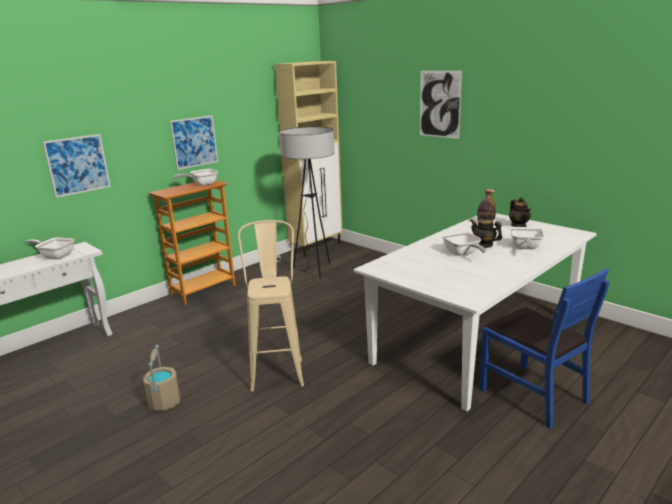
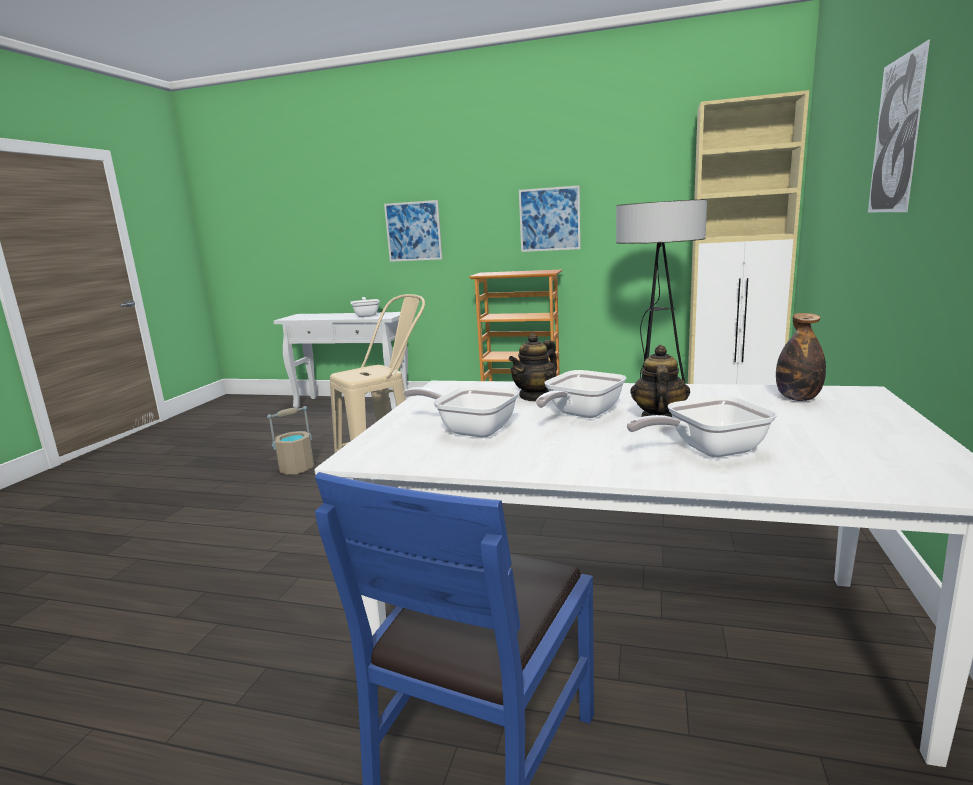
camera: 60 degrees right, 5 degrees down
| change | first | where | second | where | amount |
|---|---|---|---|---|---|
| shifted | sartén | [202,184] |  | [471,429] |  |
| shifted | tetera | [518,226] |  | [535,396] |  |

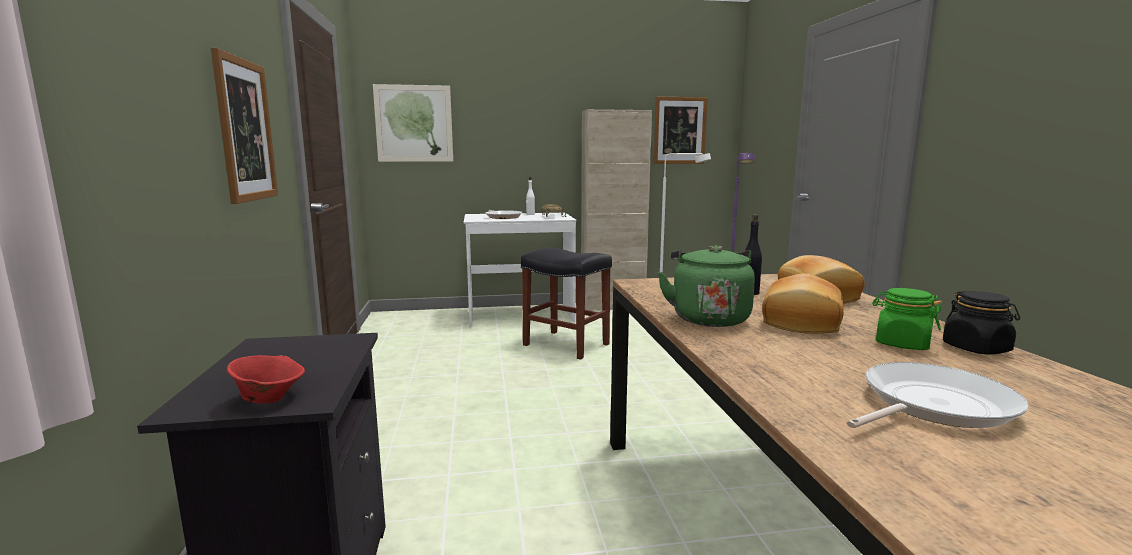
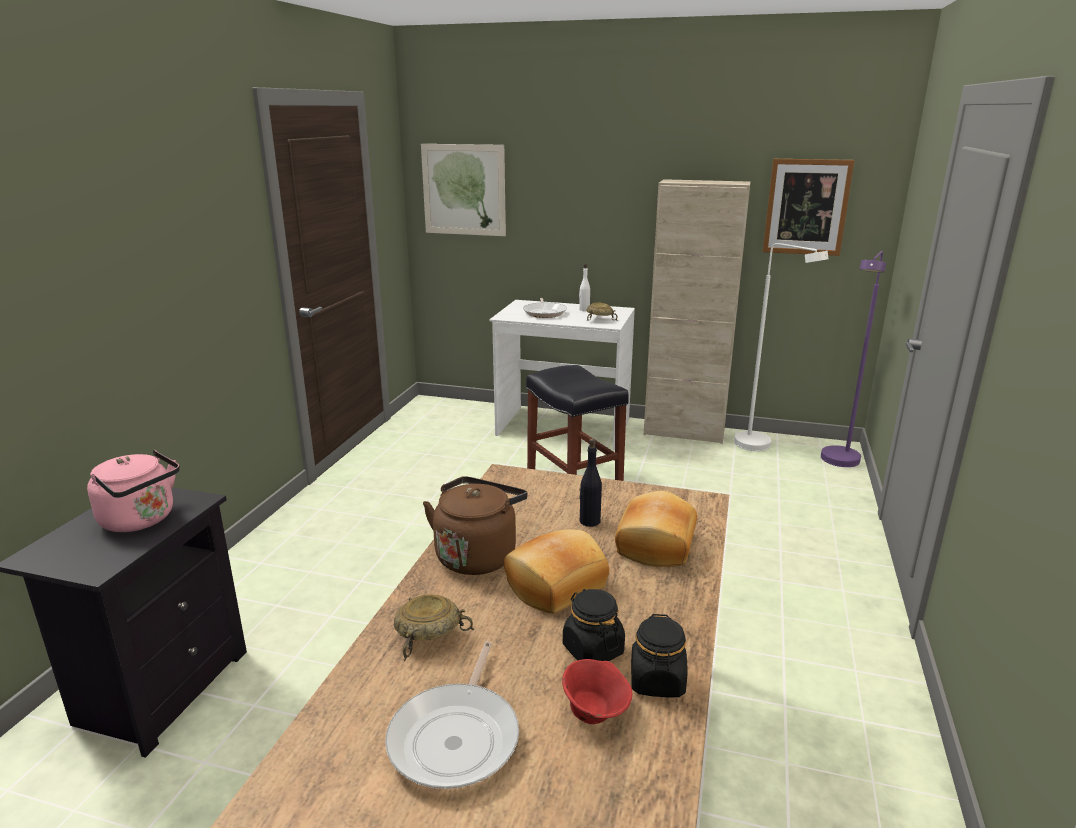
camera: 25 degrees right, 10 degrees up
| change | first | where | second | where | amount |
|---|---|---|---|---|---|
| gone | cuadro | [245,130] |  |  |  |
| repainted | hervidor/verde | [708,318] | hervidor/marrón | [477,555] |  |
| repainted | tarro/verde | [901,344] | tarro/negro | [592,649] |  |
| shifted | cuenco/rojo | [269,399] |  | [595,712] |  |
| rotated | sartén | [932,405] |  | [457,737] | 105 degrees clockwise |
| new |  |  | hervidor/rosa | [142,520] |  |
| new |  |  | cuenco/beis | [429,637] |  |

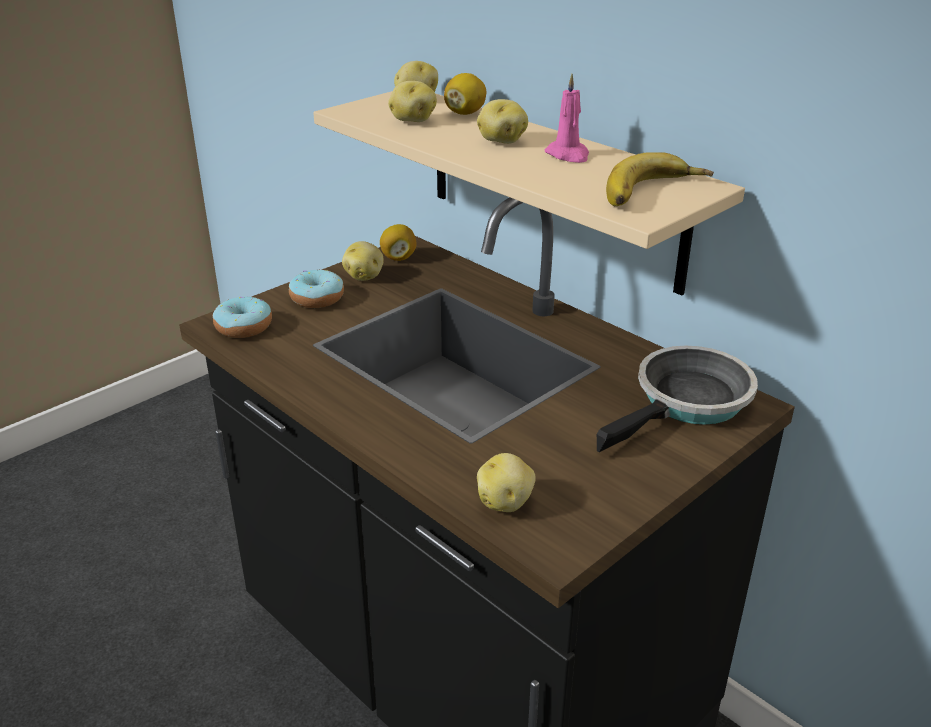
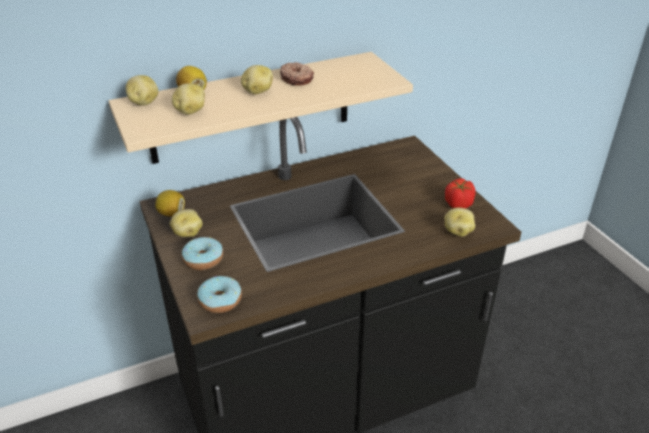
camera: 70 degrees left, 5 degrees up
| change | first | where | second | where | amount |
|---|---|---|---|---|---|
| swapped | vela/rosa | [568,155] | rosquilla | [297,79] |  |
| gone | plátano | [655,193] |  |  |  |
| gone | sartén | [687,402] |  |  |  |
| new |  |  | tomate | [458,204] |  |

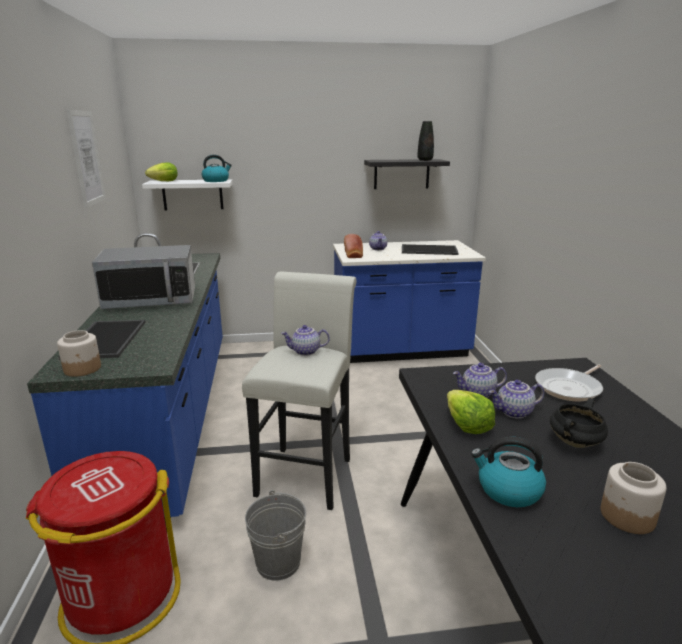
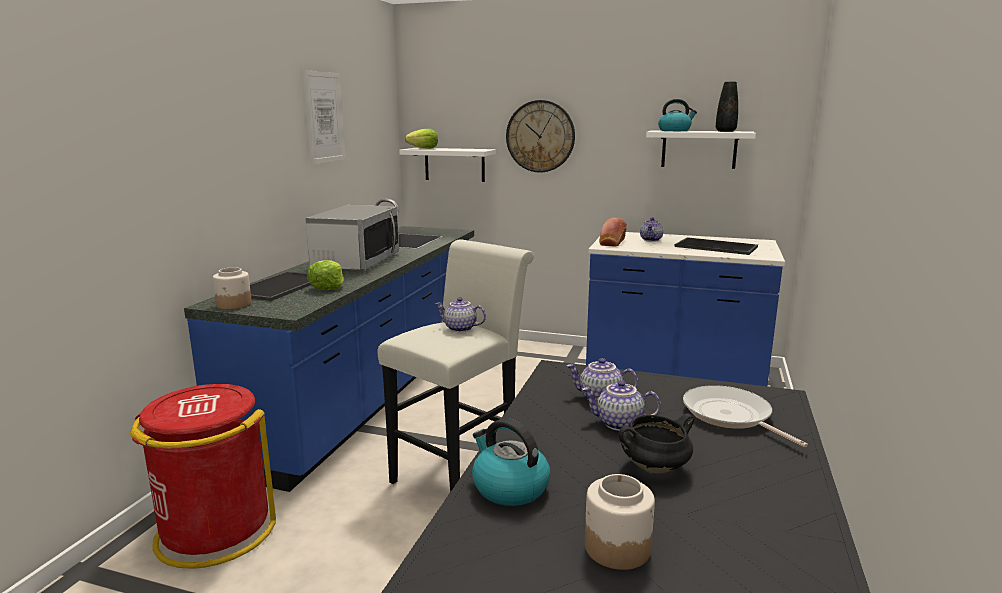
camera: 25 degrees right, 5 degrees down
| change | first | where | second | where | amount |
|---|---|---|---|---|---|
| shifted | hervidor | [216,181] |  | [675,130] |  |
| repainted | estante/negro | [401,174] | estante/blanco | [699,149] |  |
| rotated | microondas | [151,300] |  | [356,262] | 90 degrees counterclockwise |
| rotated | sartén | [570,388] |  | [730,416] | 75 degrees clockwise |
| shifted | lechuga | [467,425] |  | [327,287] |  |
| gone | cubo/gris | [278,562] |  |  |  |
| new |  |  | reloj de pared | [540,136] |  |

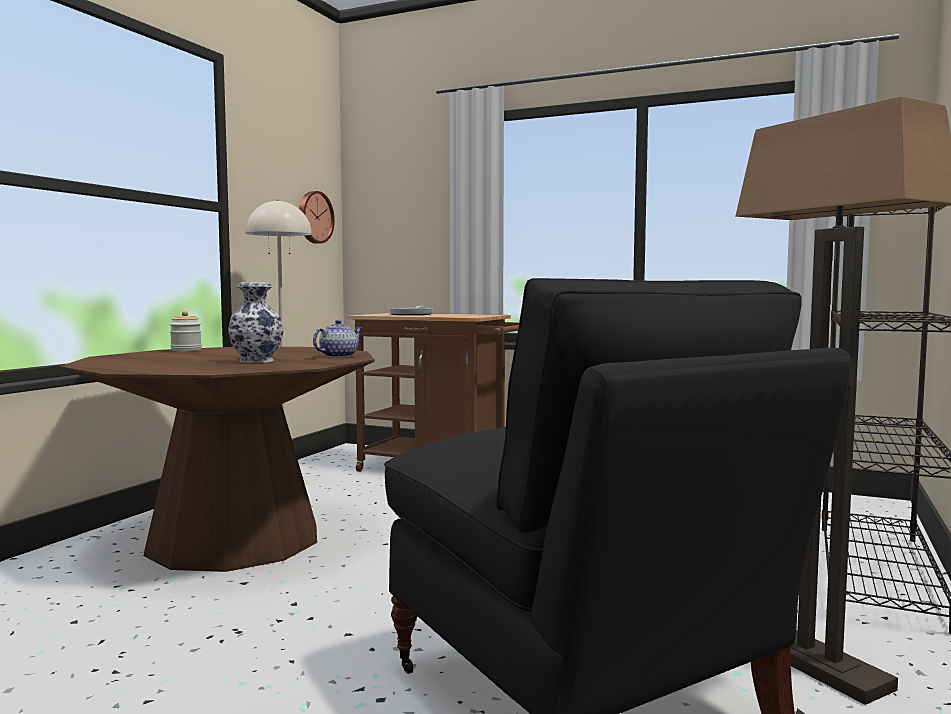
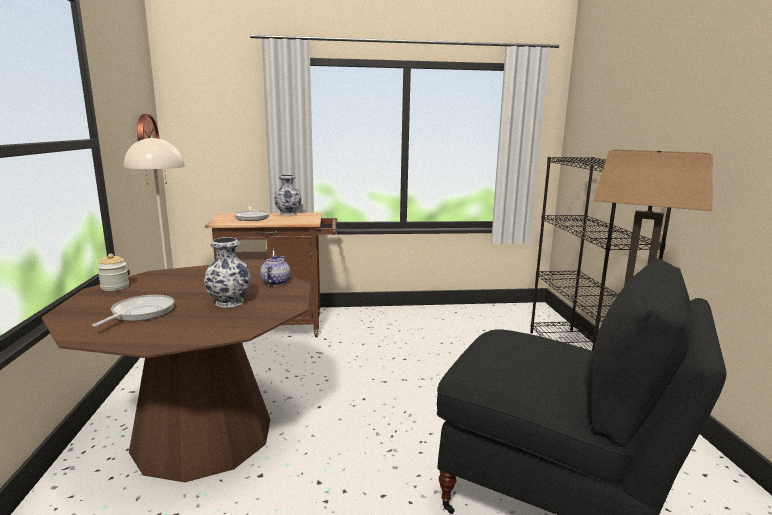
camera: 30 degrees left, 10 degrees up
| change | first | where | second | where | amount |
|---|---|---|---|---|---|
| new |  |  | florero | [288,214] |  |
| new |  |  | sartén | [140,313] |  |

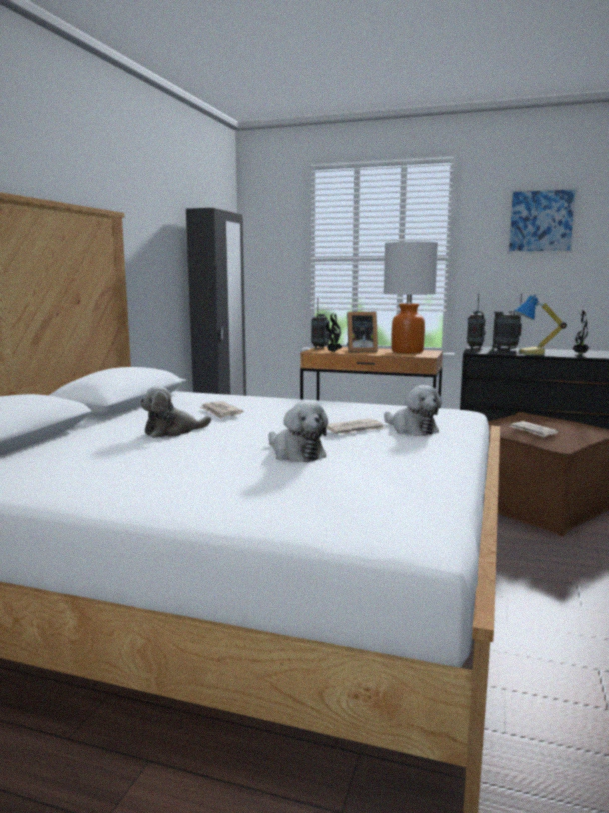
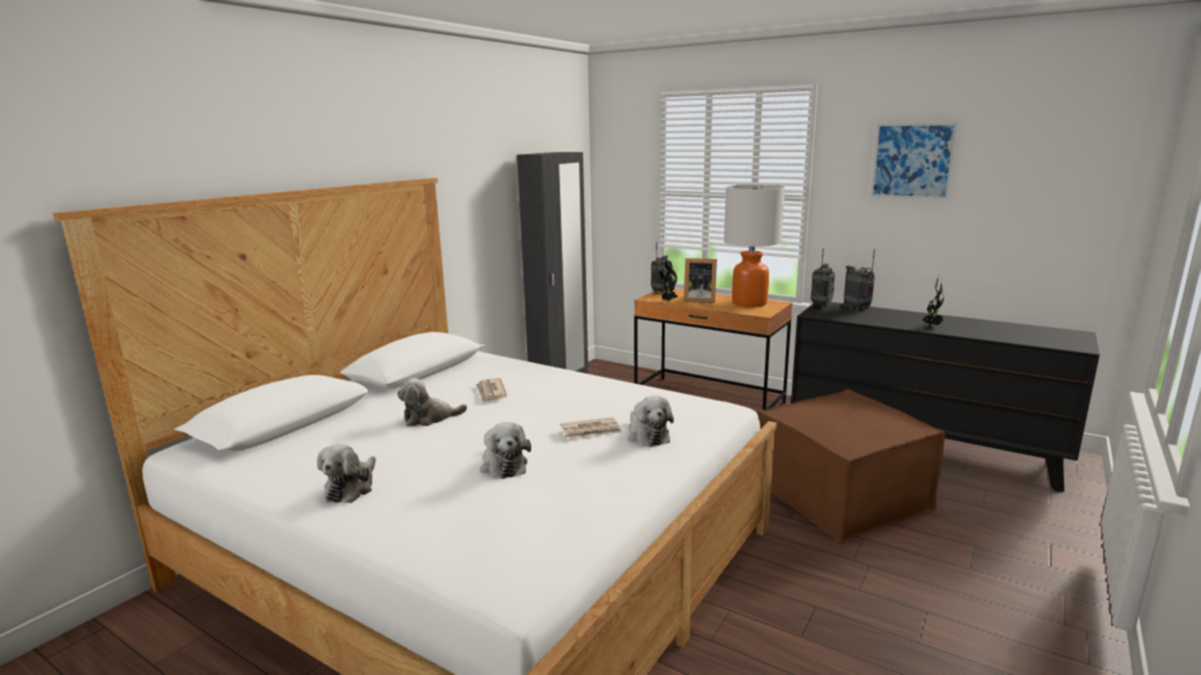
camera: 15 degrees right, 5 degrees up
| change | first | where | second | where | amount |
|---|---|---|---|---|---|
| gone | lámpara de mesa | [532,353] |  |  |  |
| gone | periódico | [533,431] |  |  |  |
| new |  |  | peluche | [351,487] |  |

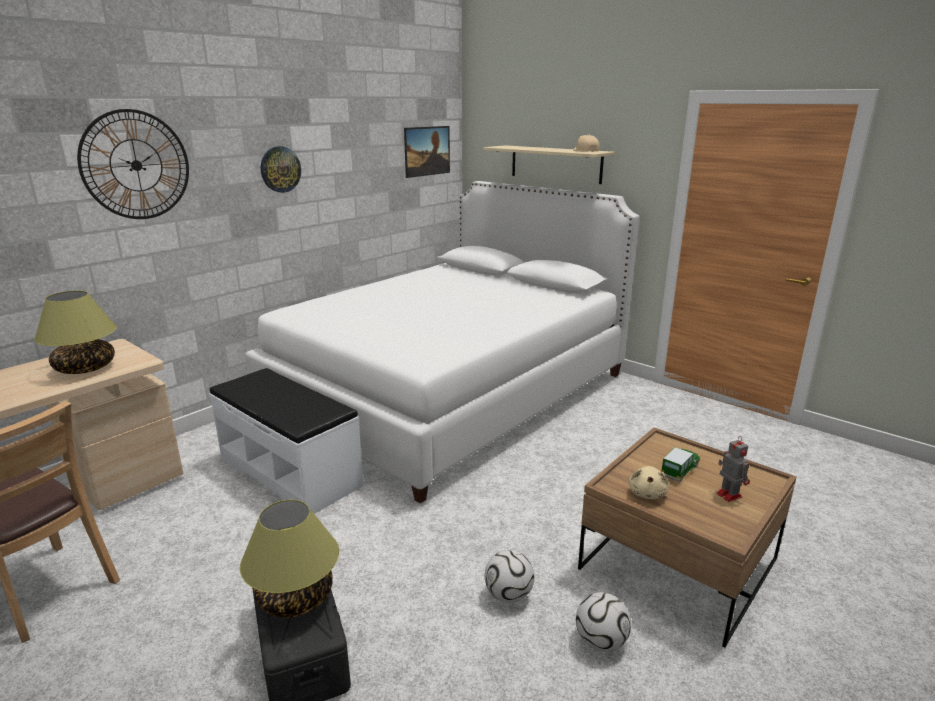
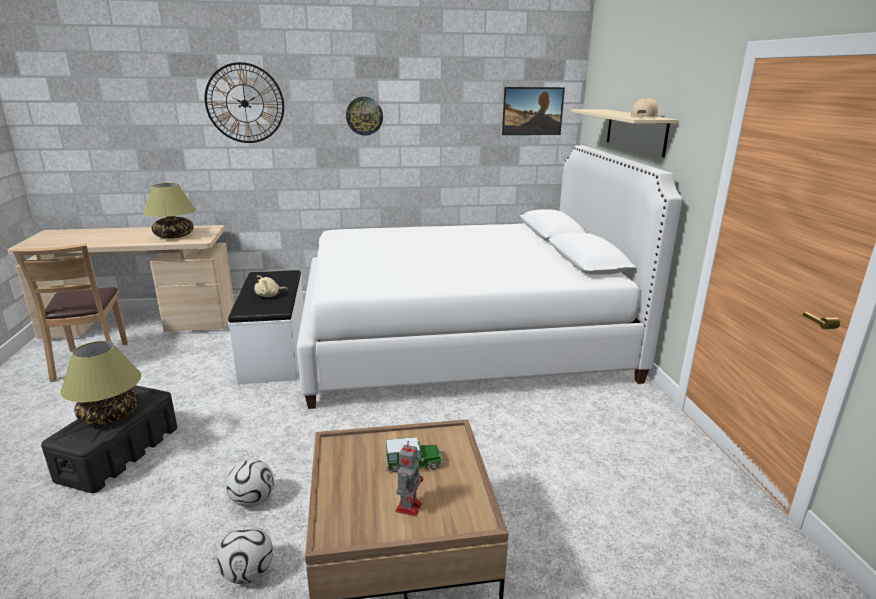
camera: 40 degrees right, 0 degrees up
| change | first | where | second | where | amount |
|---|---|---|---|---|---|
| shifted | peluche/beis | [647,493] |  | [269,295] |  |

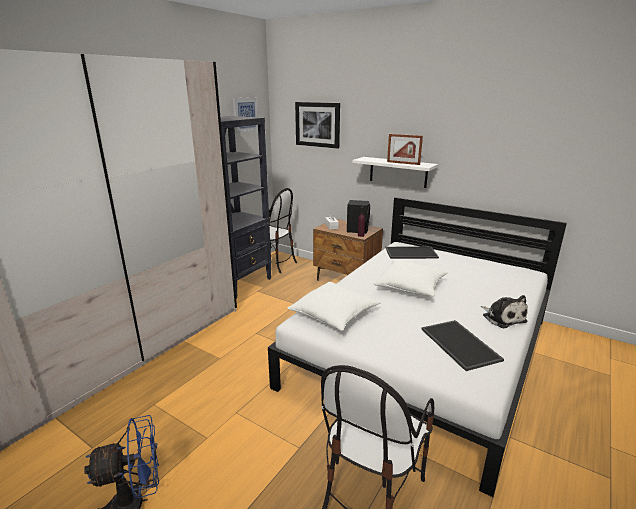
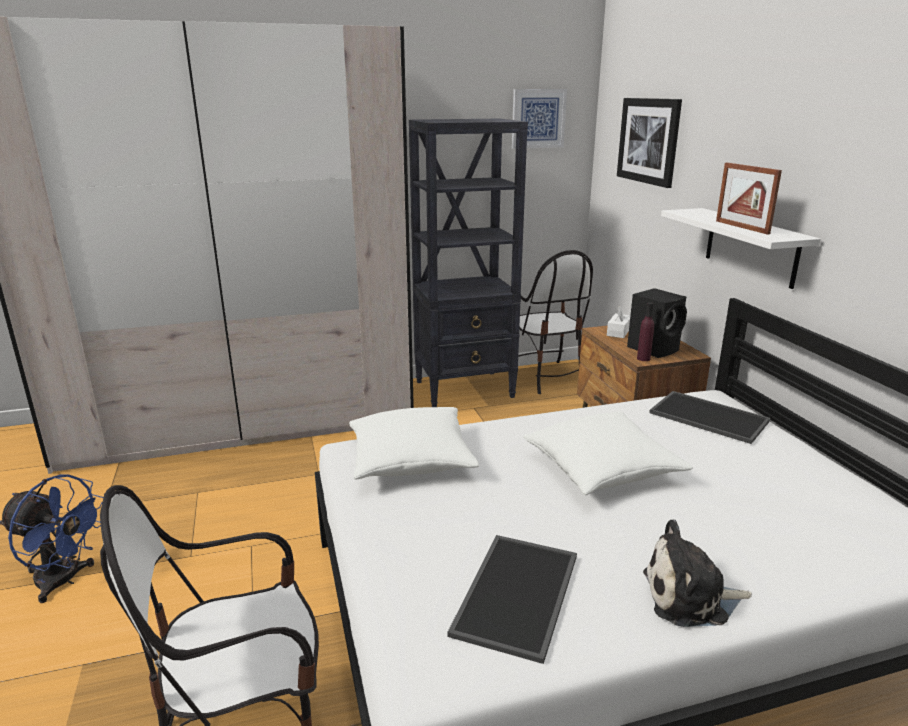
camera: 40 degrees right, 0 degrees up
| change | first | where | second | where | amount |
|---|---|---|---|---|---|
| rotated | peluche | [502,318] |  | [690,597] | 75 degrees clockwise |

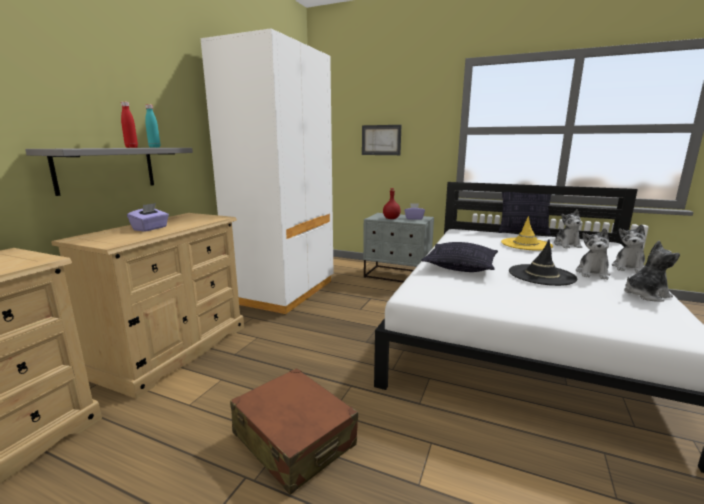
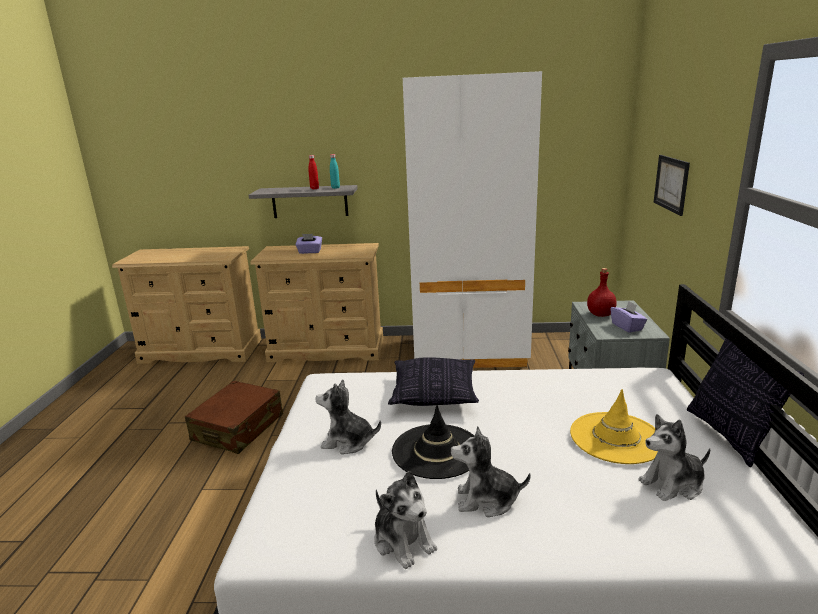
camera: 70 degrees right, 5 degrees up
| change | first | where | second | where | amount |
|---|---|---|---|---|---|
| shifted | peluche | [628,268] |  | [348,442] |  |

